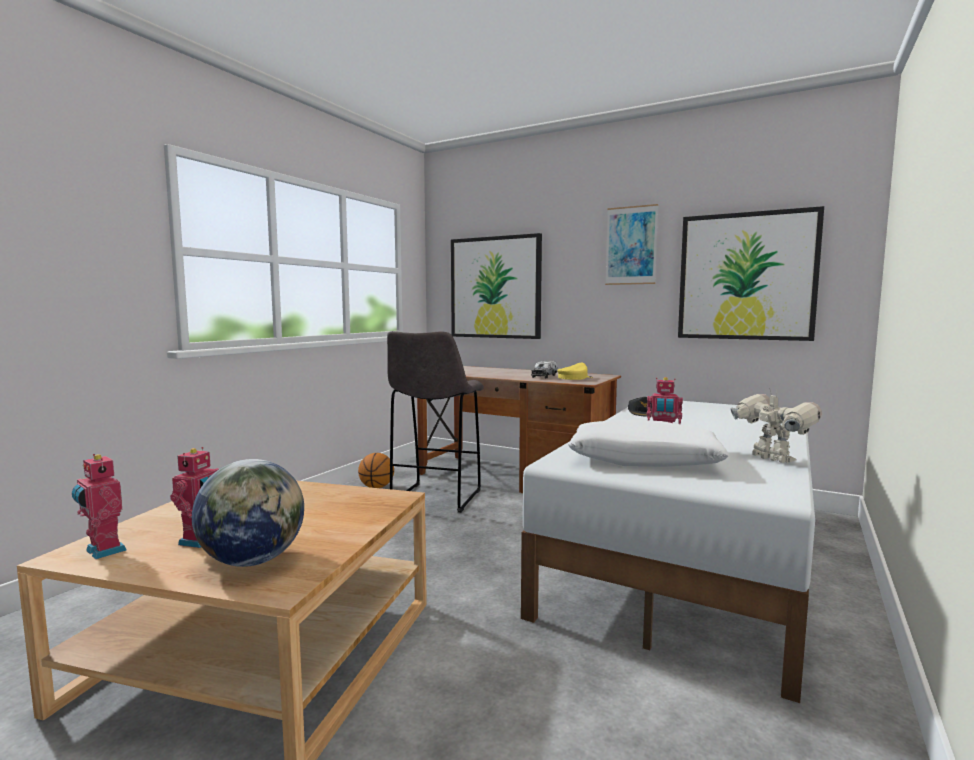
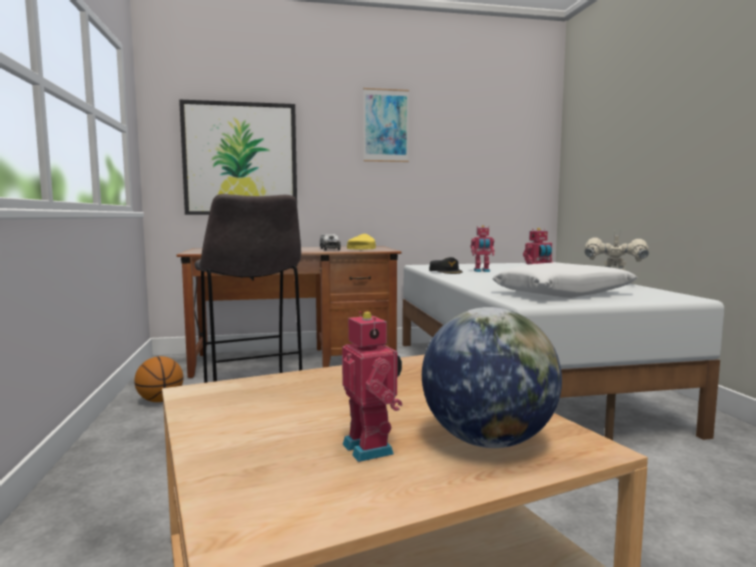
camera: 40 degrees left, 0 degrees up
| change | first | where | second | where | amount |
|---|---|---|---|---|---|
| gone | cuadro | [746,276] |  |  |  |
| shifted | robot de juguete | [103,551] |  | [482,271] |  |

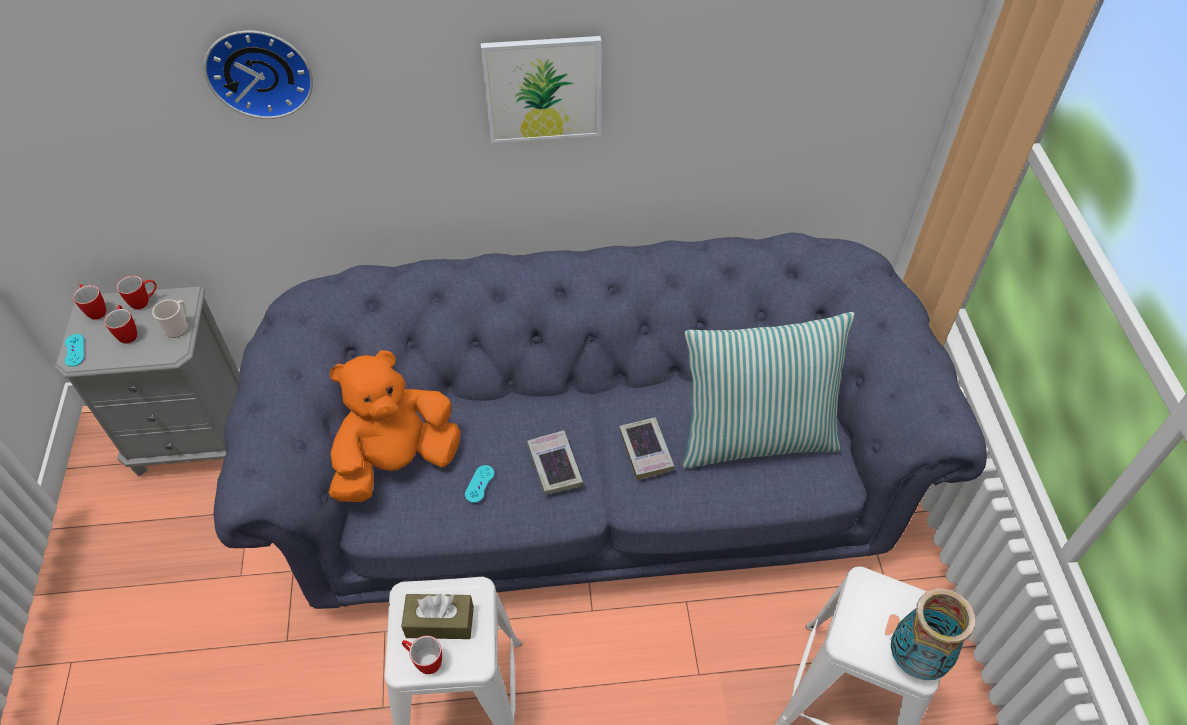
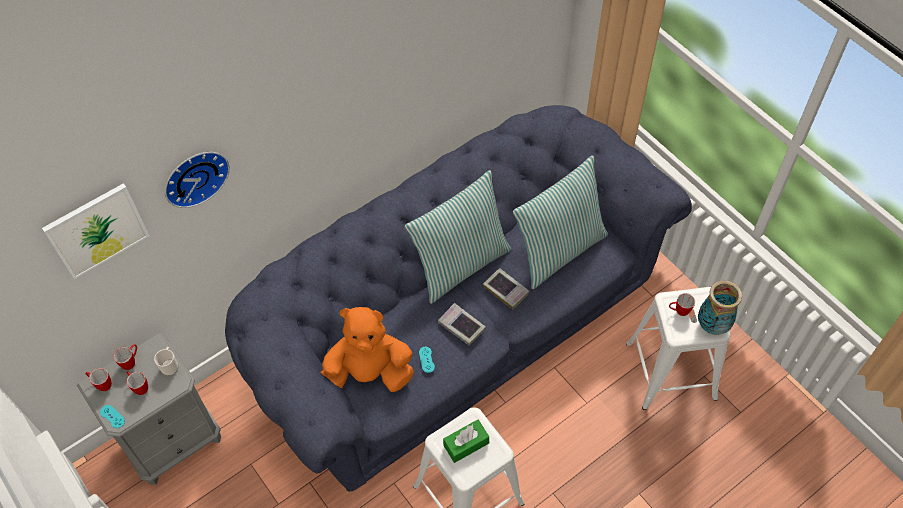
camera: 30 degrees left, 5 degrees up
| change | first | where | second | where | amount |
|---|---|---|---|---|---|
| shifted | cuadro | [543,89] |  | [97,230] |  |
| rotated | peluche/naranja | [397,462] |  | [368,374] | 60 degrees clockwise |
| repainted | caja de pañuelos/marrón | [440,622] | caja de pañuelos/verde | [466,444] |  |
| shifted | taza grande | [424,661] |  | [678,311] |  |
| new |  |  | cojín | [460,264] |  |

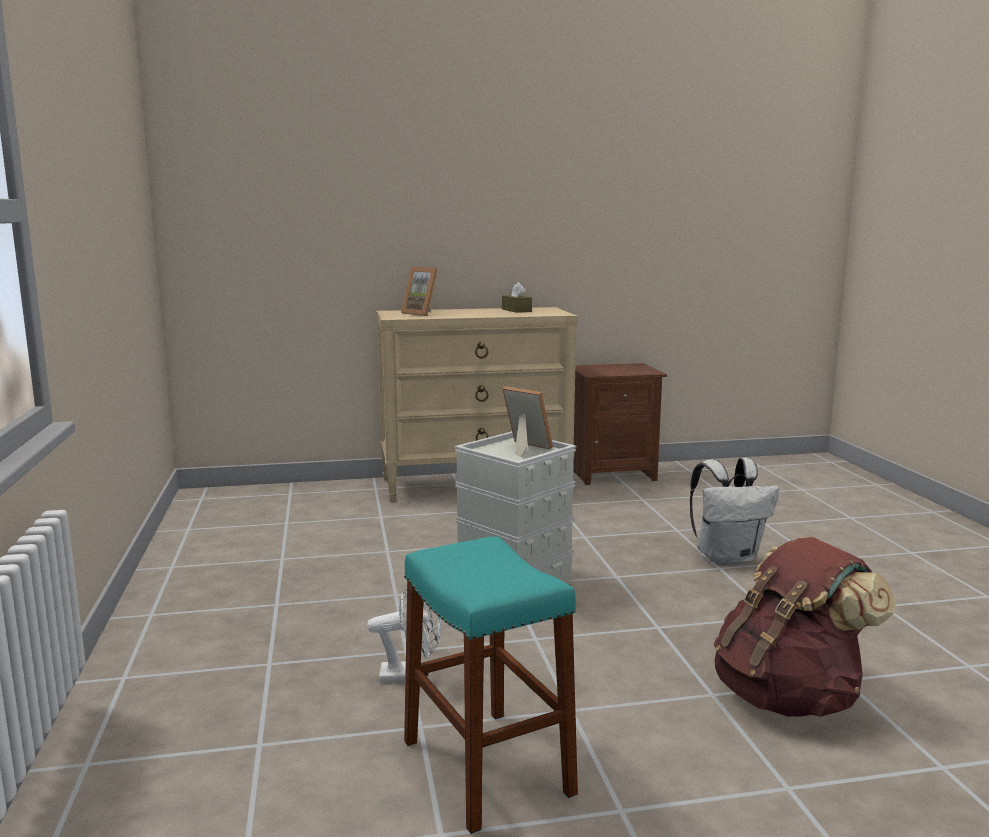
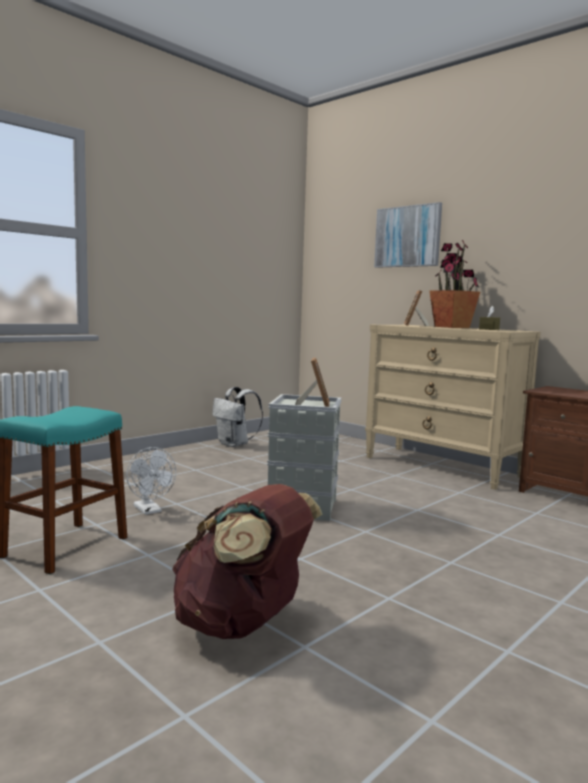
camera: 55 degrees right, 5 degrees down
| change | first | where | second | where | amount |
|---|---|---|---|---|---|
| shifted | mochila/blanco | [727,558] |  | [235,444] |  |
| new |  |  | cuadro | [407,236] |  |
| new |  |  | planta en maceta | [451,327] |  |

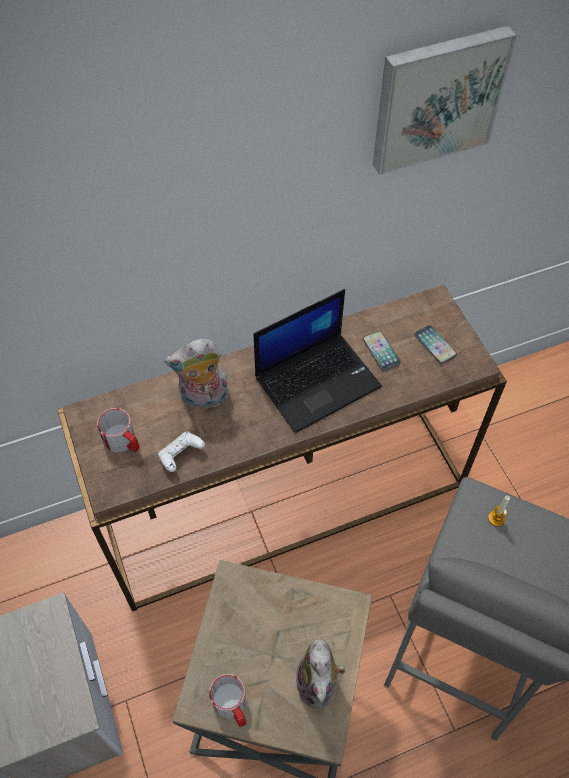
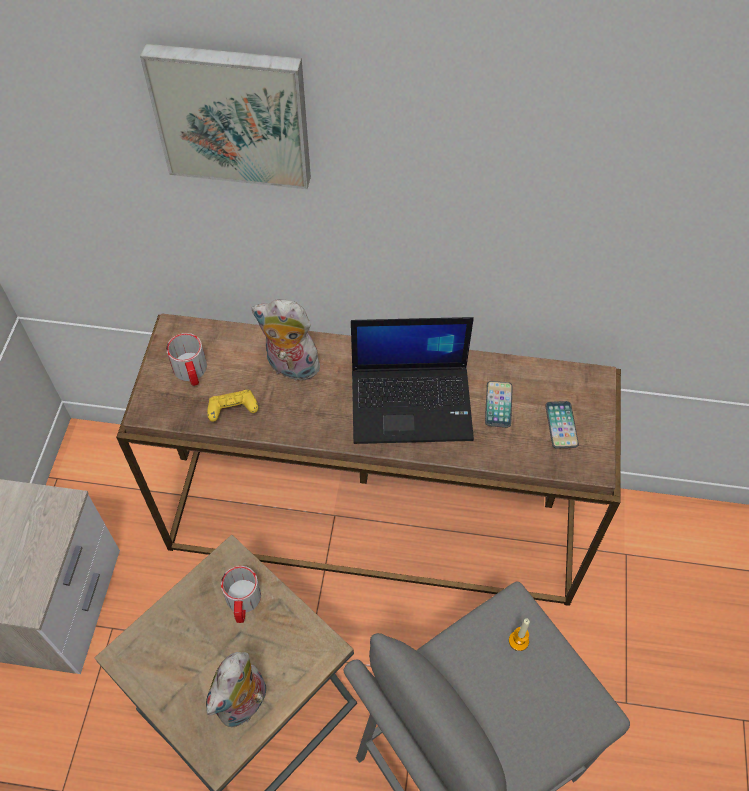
camera: 30 degrees right, 0 degrees up
| change | first | where | second | where | amount |
|---|---|---|---|---|---|
| shifted | cuadro | [437,98] |  | [233,114] |  |
| repainted | mando de consola/blanco | [181,456] | mando de consola/amarillo | [233,411] |  |
| shifted | taza grande | [232,706] |  | [242,603] |  |

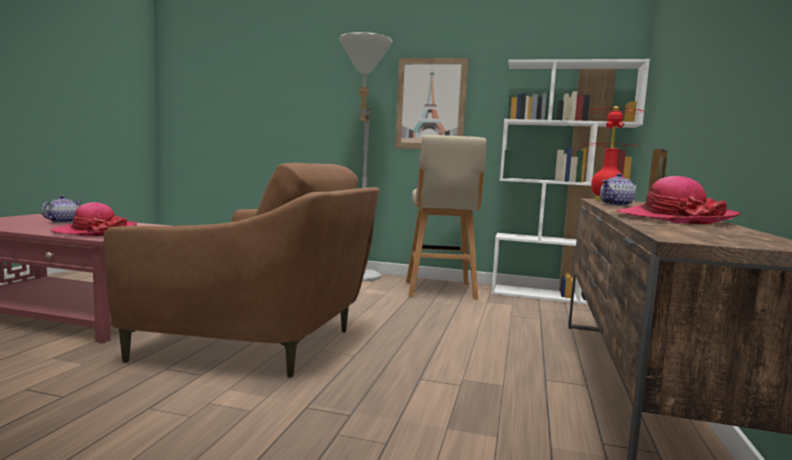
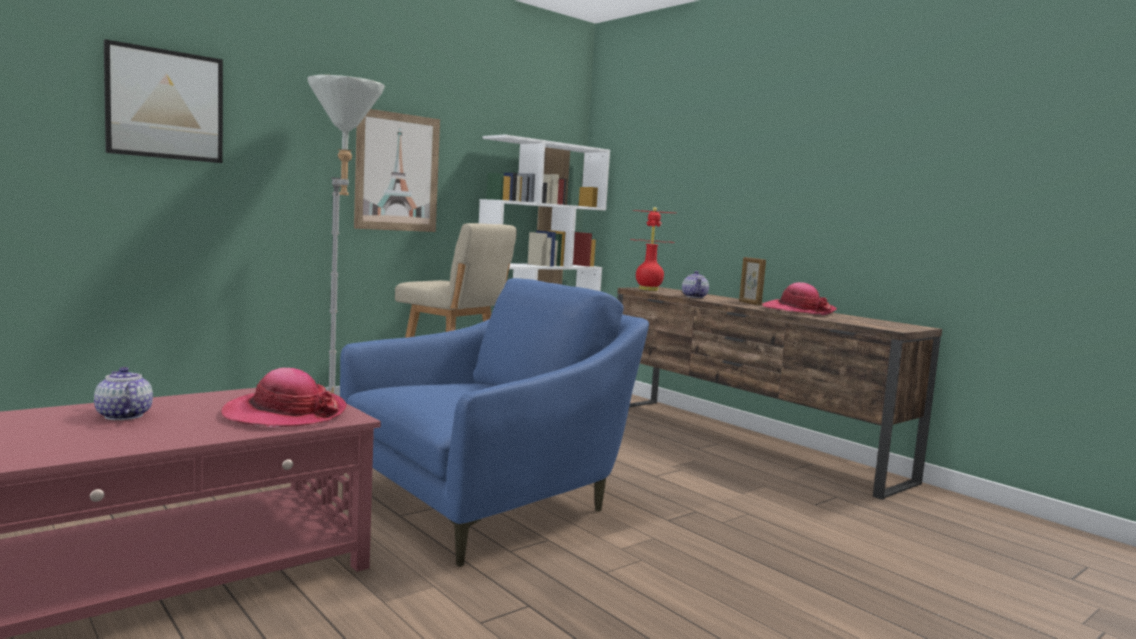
camera: 55 degrees left, 0 degrees up
| change | first | where | second | where | amount |
|---|---|---|---|---|---|
| repainted | sillón/marrón | [260,342] | sillón/azul | [490,500] |  |
| new |  |  | cuadro | [165,104] |  |

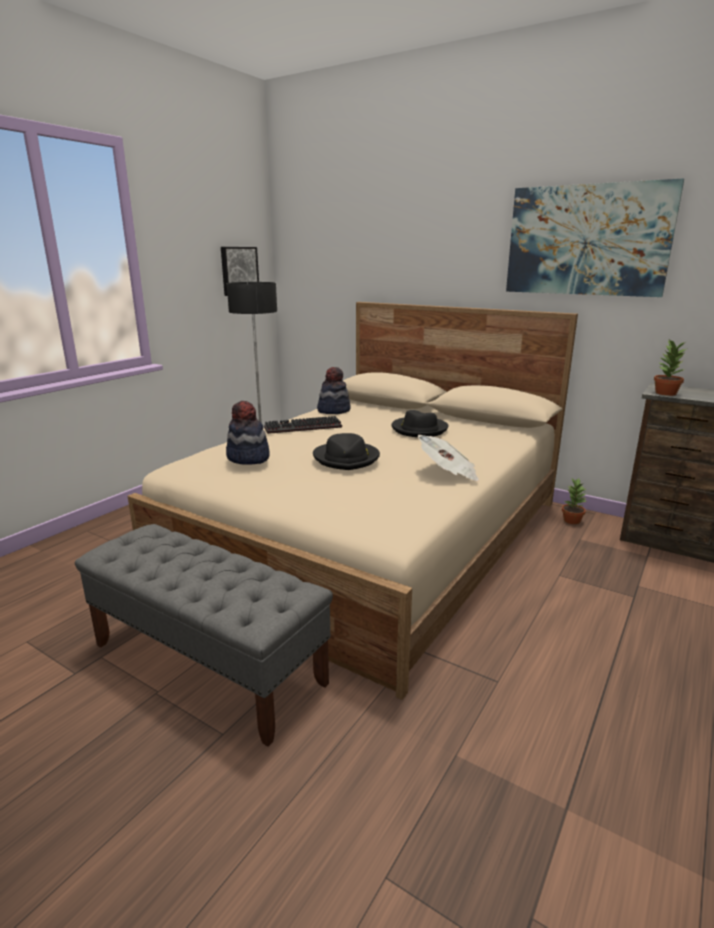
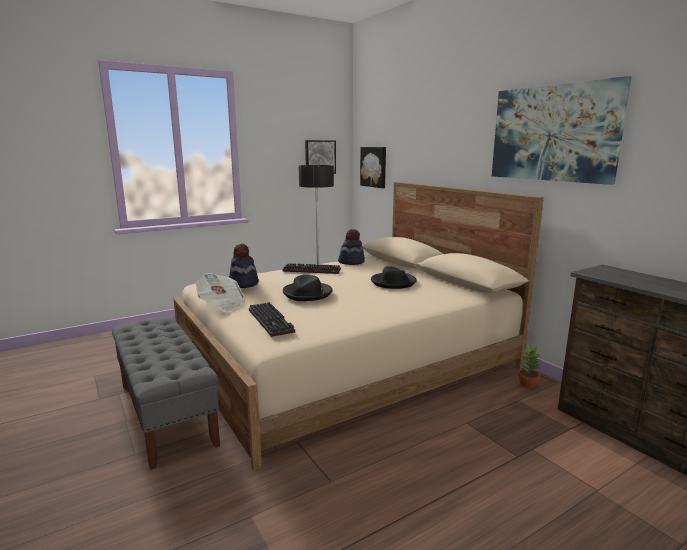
camera: 25 degrees right, 5 degrees down
| change | first | where | second | where | amount |
|---|---|---|---|---|---|
| gone | planta en maceta | [665,393] |  |  |  |
| shifted | periódico | [448,473] |  | [221,304] |  |
| new |  |  | cuadro | [374,167] |  |
| new |  |  | teclado | [272,321] |  |

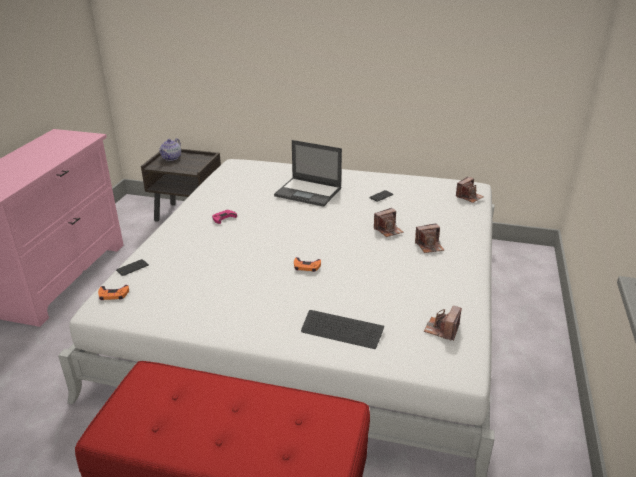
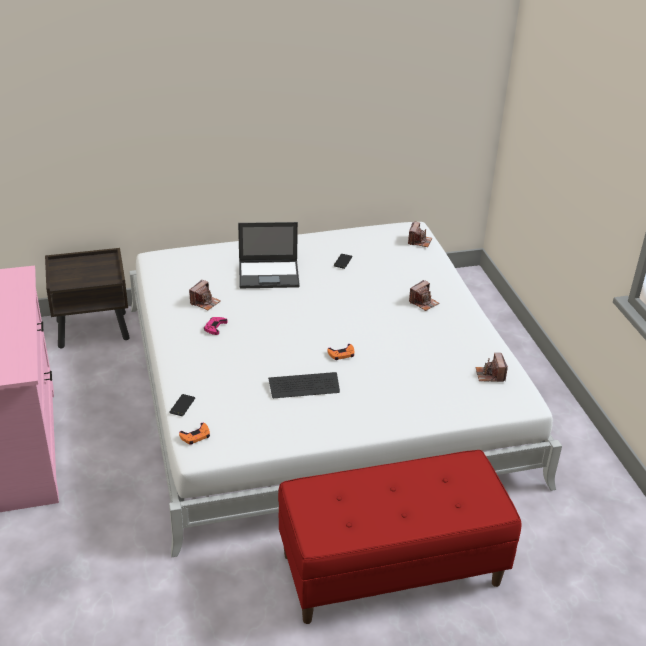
camera: 30 degrees left, 5 degrees up
| change | first | where | second | where | amount |
|---|---|---|---|---|---|
| gone | tetera | [171,158] |  |  |  |
| shifted | cámara | [388,230] |  | [205,302] |  |
| shifted | teclado | [342,330] |  | [304,386] |  |

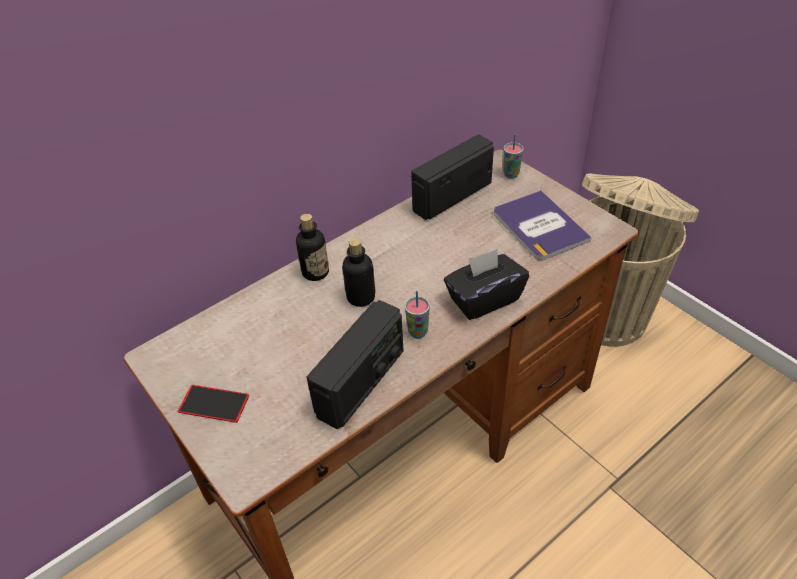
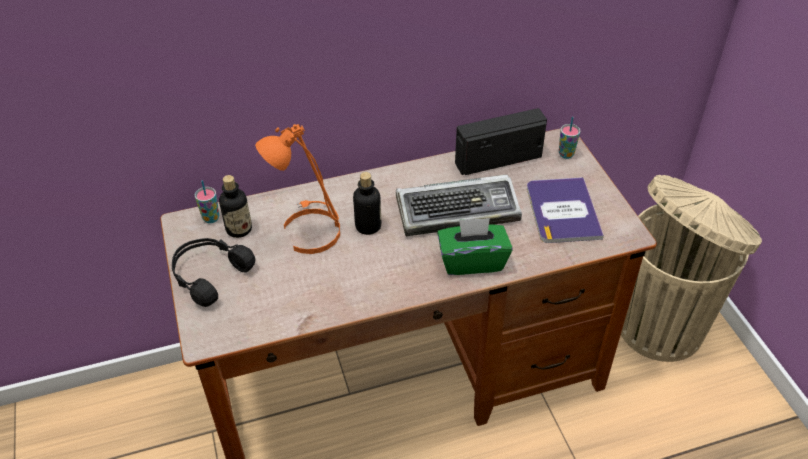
camera: 20 degrees right, 0 degrees up
| change | first | where | second | where | amount |
|---|---|---|---|---|---|
| shifted | botella | [315,272] |  | [239,229] |  |
| repainted | caja de pañuelos/negro | [484,299] | caja de pañuelos/verde | [472,261] |  |
| shifted | taza | [418,332] |  | [211,218] |  |
| gone | radio | [361,382] |  |  |  |
| swapped | móvil | [213,404] | auriculares/negro | [209,275] |  |
| new |  |  | lámpara de mesa/naranja | [310,230] |  |
| new |  |  | teclado | [459,211] |  |

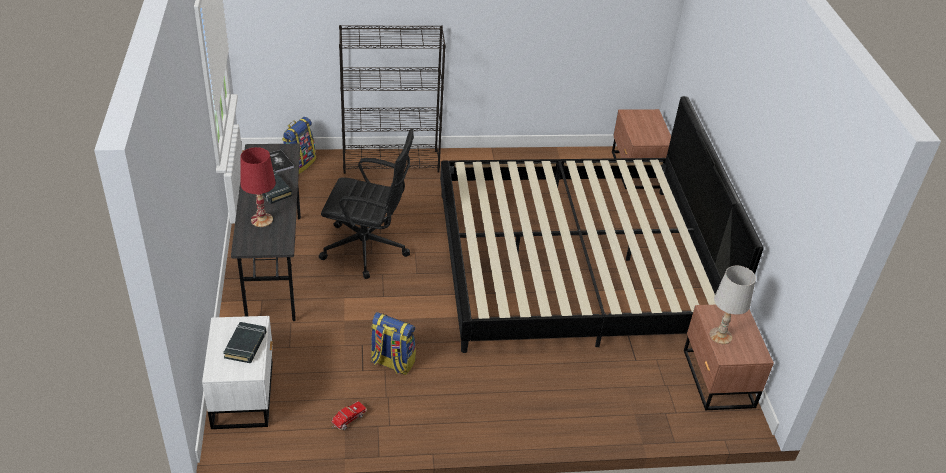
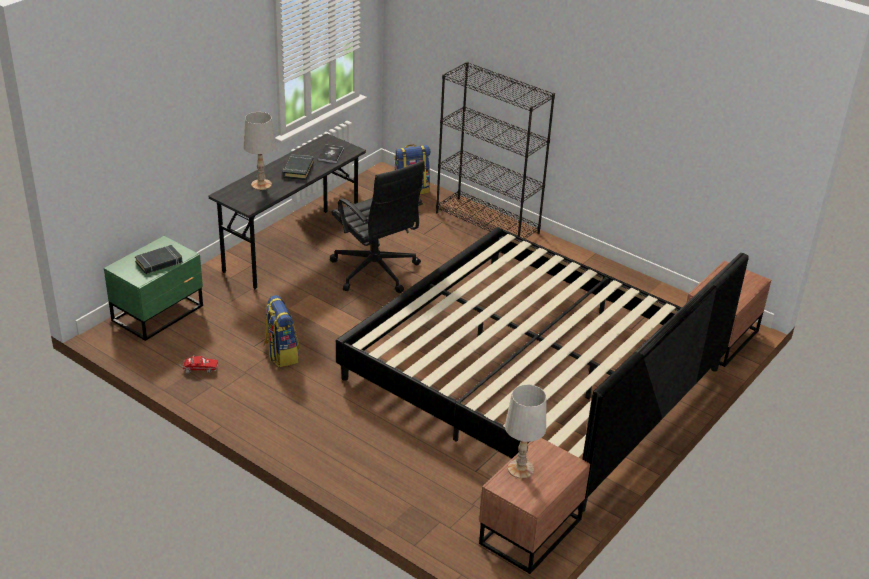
camera: 45 degrees right, 5 degrees down
| change | first | where | second | where | amount |
|---|---|---|---|---|---|
| repainted | lámpara de mesa/rojo | [261,220] | lámpara de mesa/blanco | [261,184] |  |
| repainted | mesita de noche/blanco | [245,394] | mesita de noche/verde | [160,313] |  |

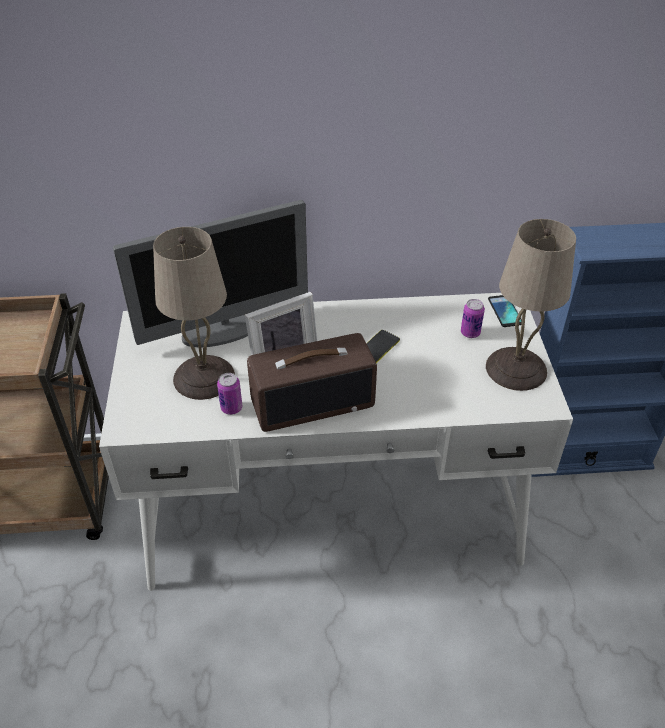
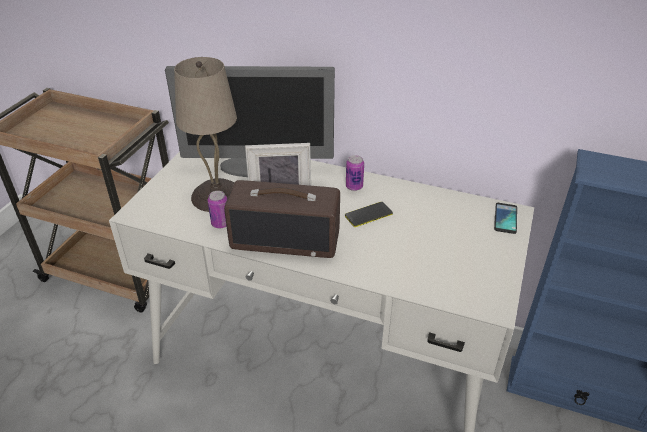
camera: 25 degrees right, 5 degrees down
| change | first | where | second | where | amount |
|---|---|---|---|---|---|
| gone | lámpara de mesa/beis | [517,369] |  |  |  |
| shifted | lata | [470,333] |  | [354,186] |  |

